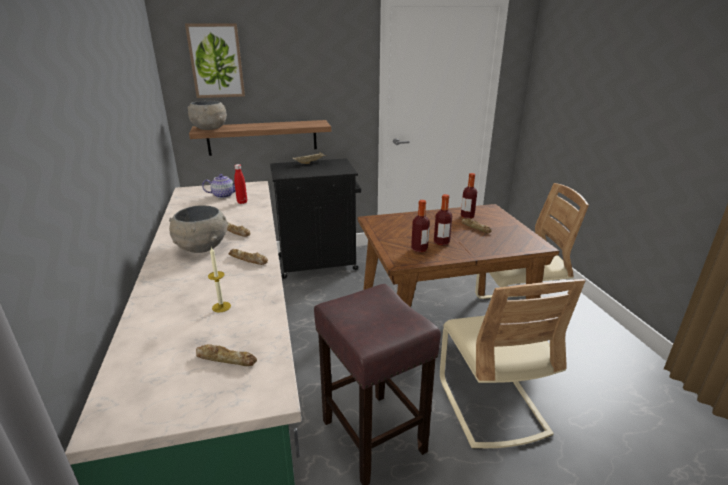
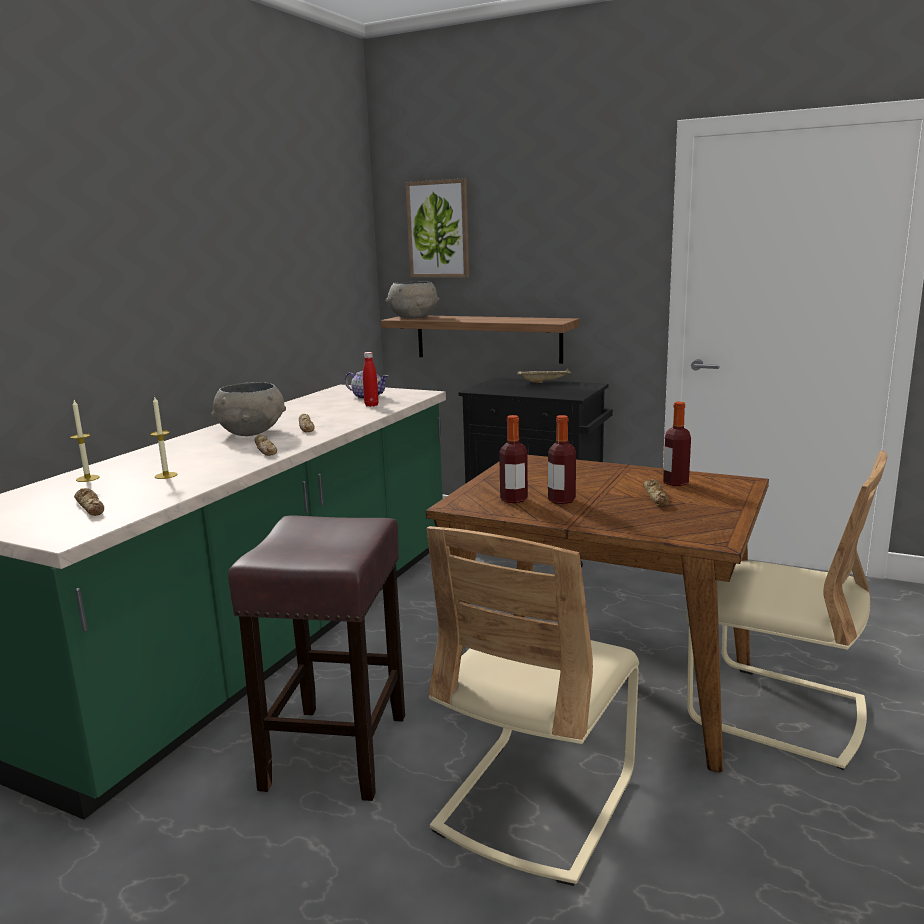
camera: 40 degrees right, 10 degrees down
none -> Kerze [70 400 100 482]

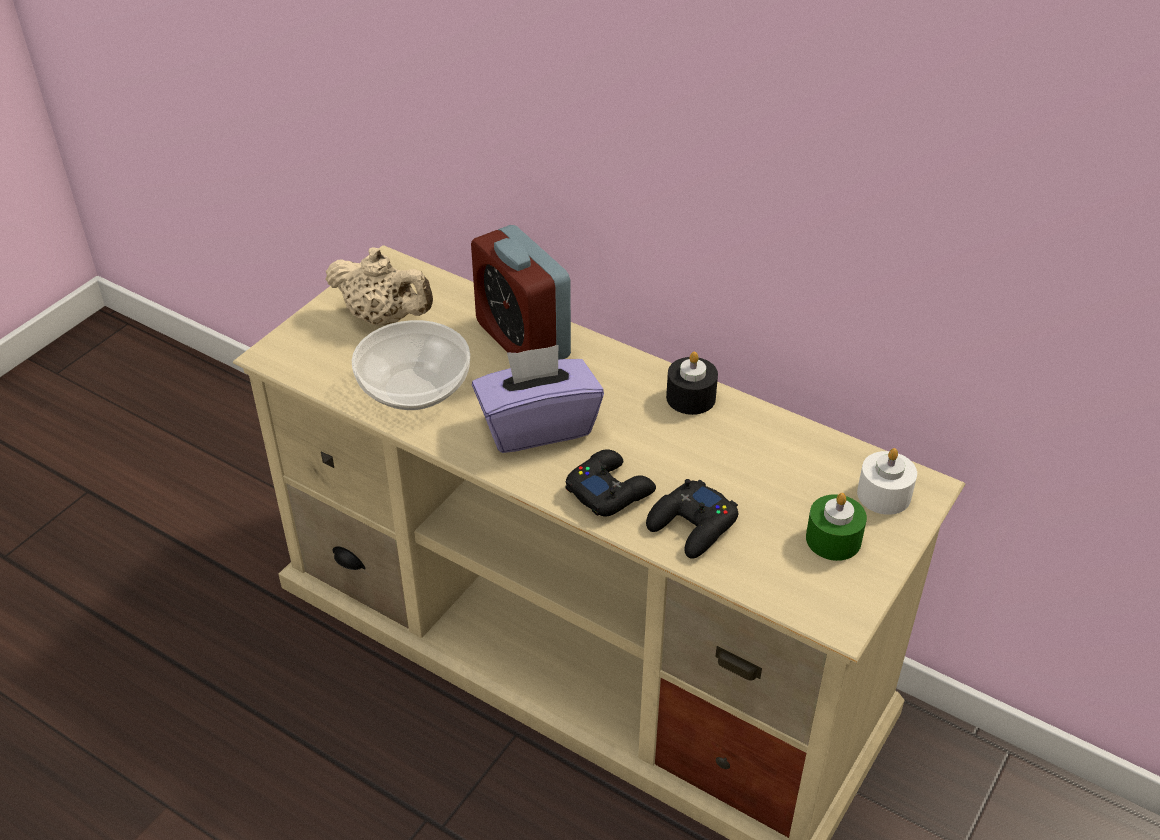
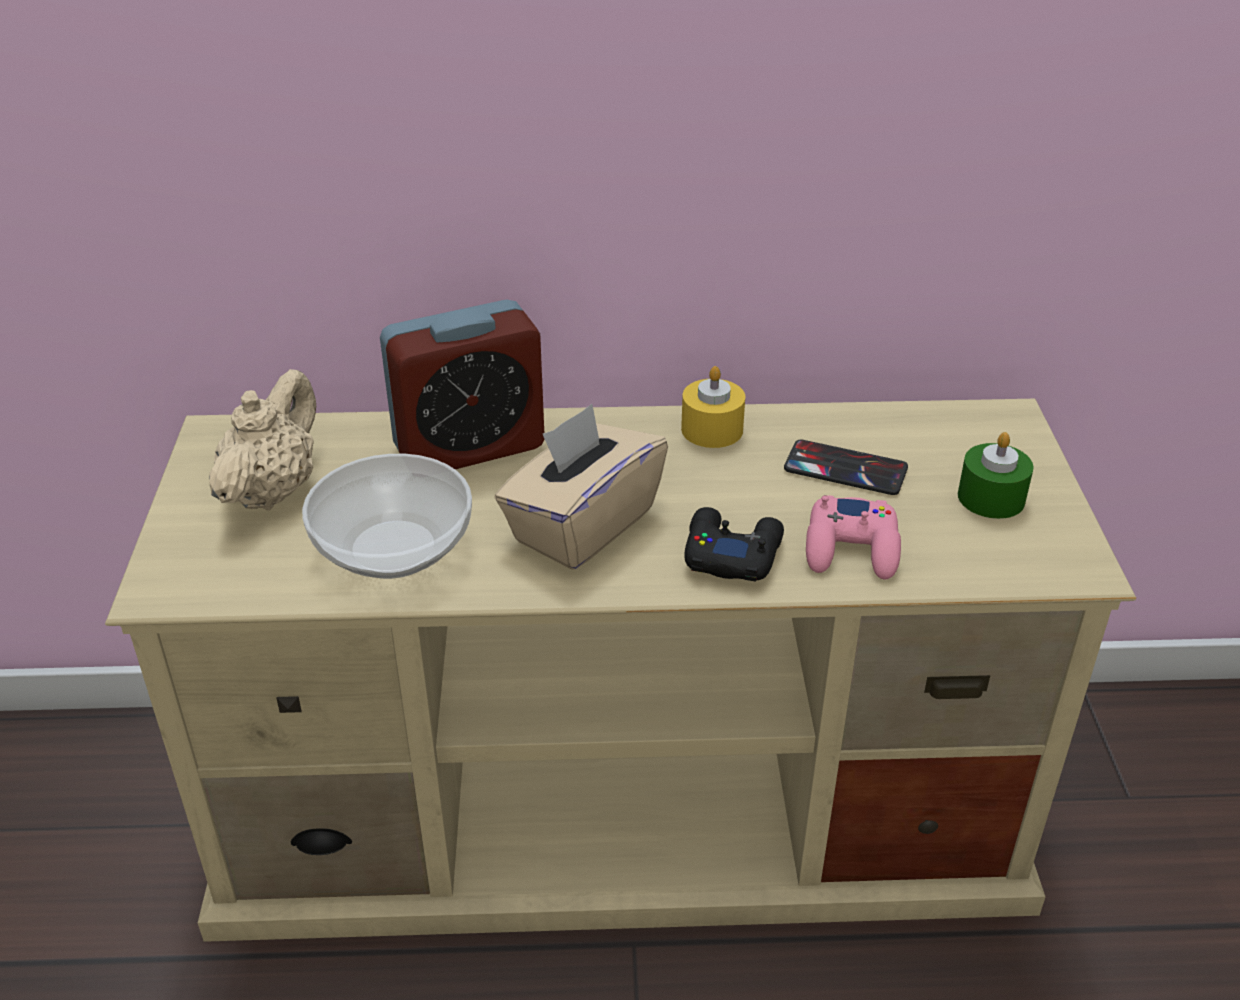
camera: 35 degrees left, 5 degrees down
Teekanne/beige [325 247 433 326] -> Teekanne/beige [209 369 316 510], 60 degrees counterclockwise
Wecker [471 225 571 360] -> Wecker [380 299 544 469], 45 degrees counterclockwise
Taschentuchbox/lila [472 345 604 453] -> Taschentuchbox/beige [494 404 668 570]
Gamepad/schwarz [646 479 738 558] -> Gamepad/rosa [806 495 901 580]
Kerze/schwarz [666 352 718 415] -> Kerze/gelb [681 366 745 448]
Kerze/weiß [857 448 917 515] -> none
none -> Handy [784 440 908 495]

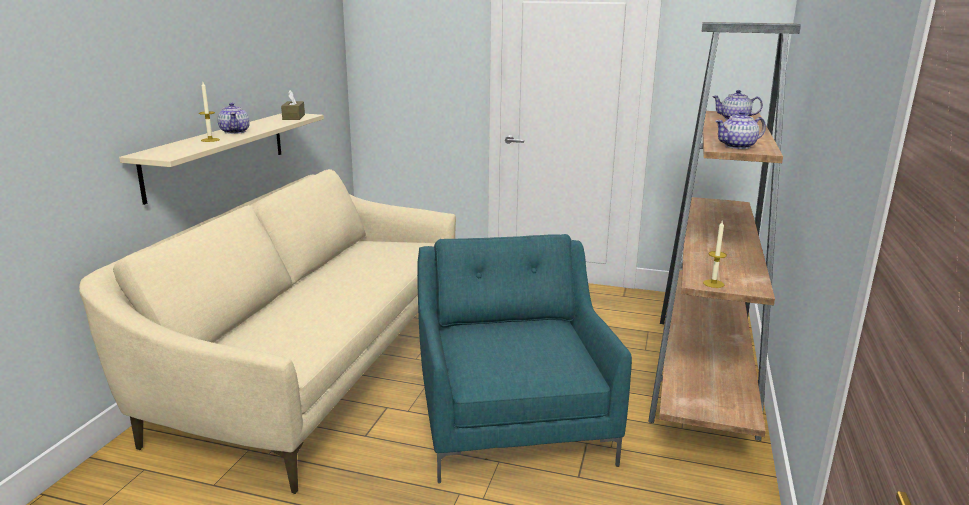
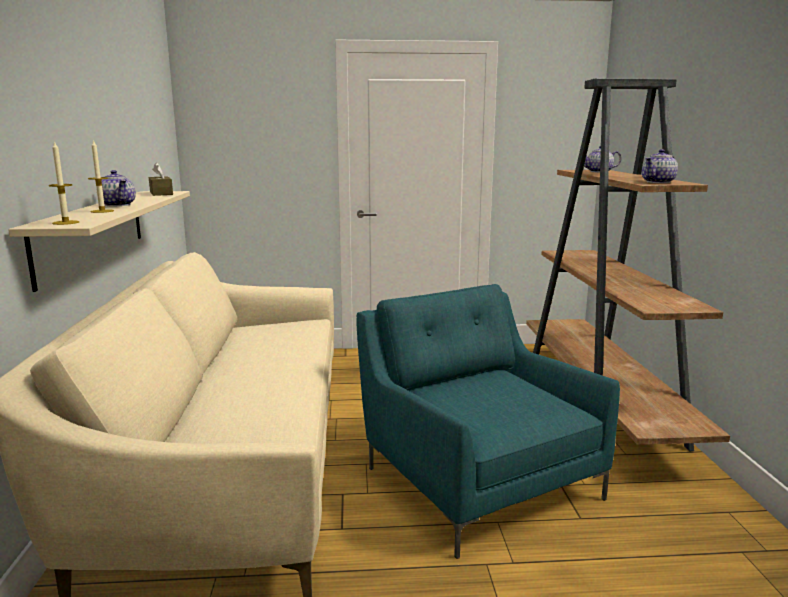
camera: 20 degrees left, 5 degrees down
Kerze [703 220 727 288] -> Kerze [49 141 79 225], shifted

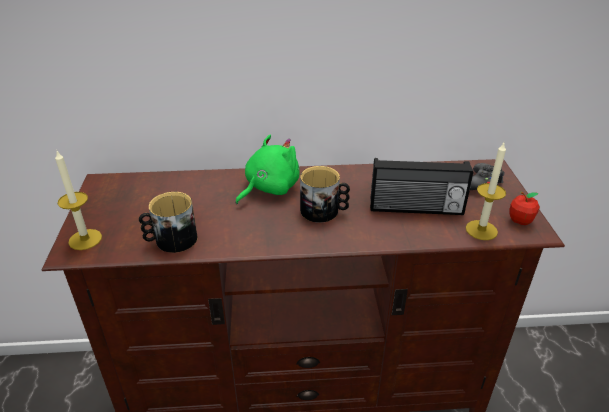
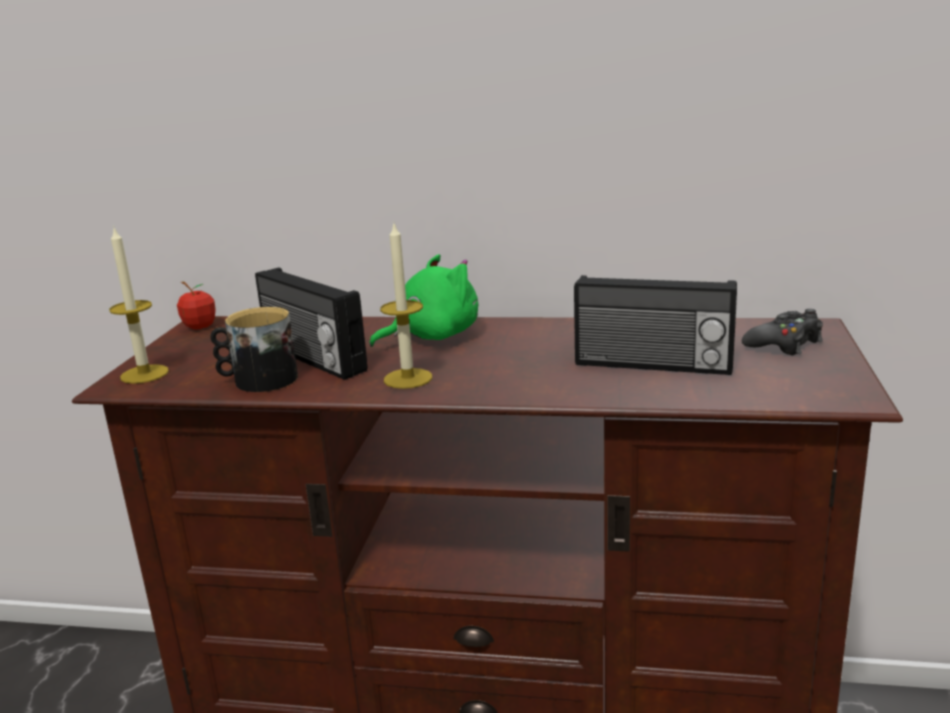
camera: 15 degrees right, 15 degrees down
Henkelbecher [300 166 350 223] -> none
Kerze [465 143 506 240] -> Kerze [380 224 432 389], shifted
Apfel [509 192 540 225] -> Apfel [177 281 216 330], shifted
none -> Radio [255 267 368 380]

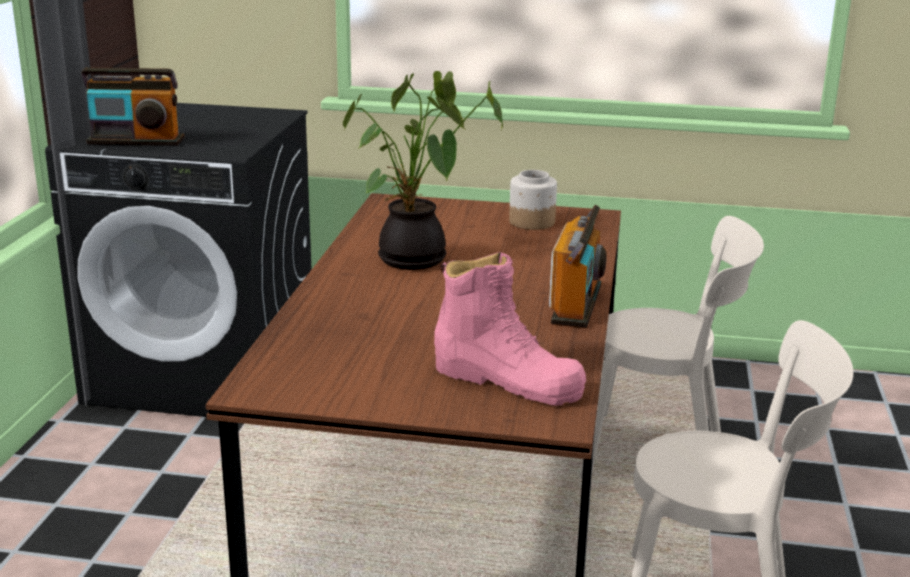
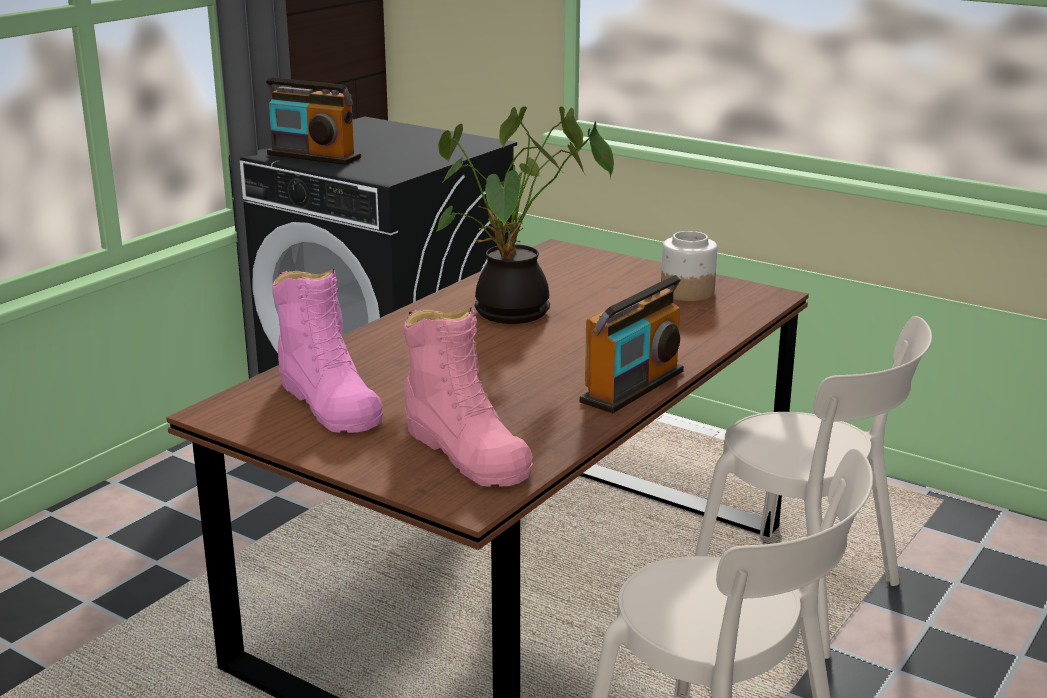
camera: 25 degrees right, 0 degrees up
none -> Stiefel/rosa [272 268 383 433]

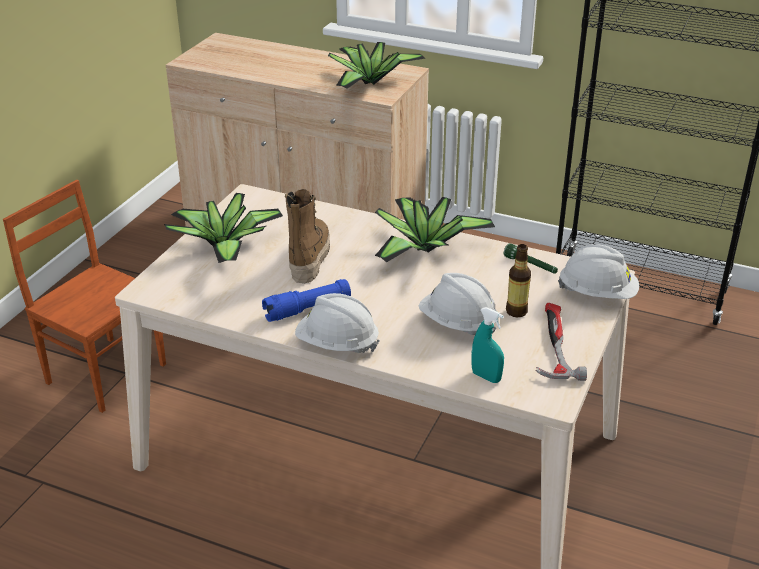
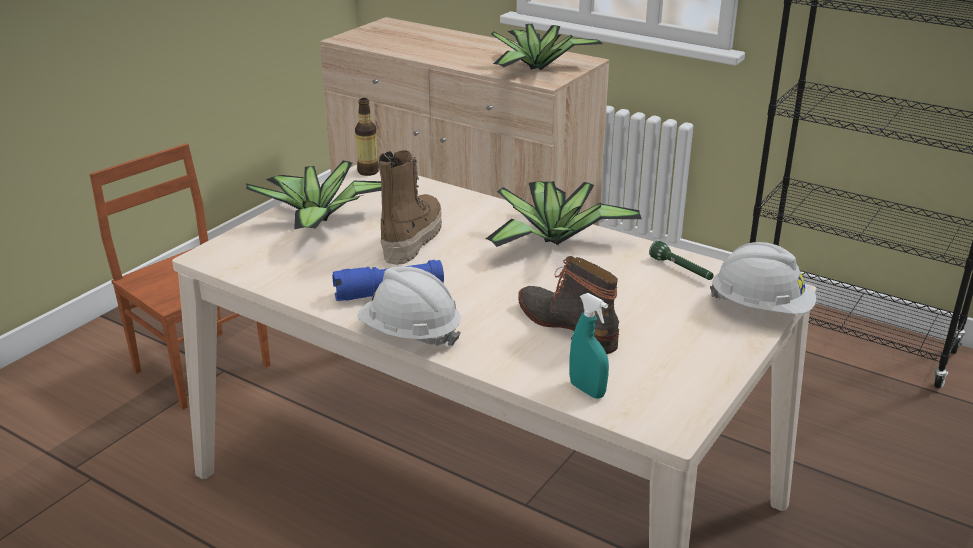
camera: 10 degrees right, 5 degrees down
Schutzhelm/weiß [419 273 496 335] -> Stiefel [518 256 619 354]
Flasche [506 244 531 317] -> Flasche [355 98 379 176], shifted
Hammer [536 303 587 381] -> none

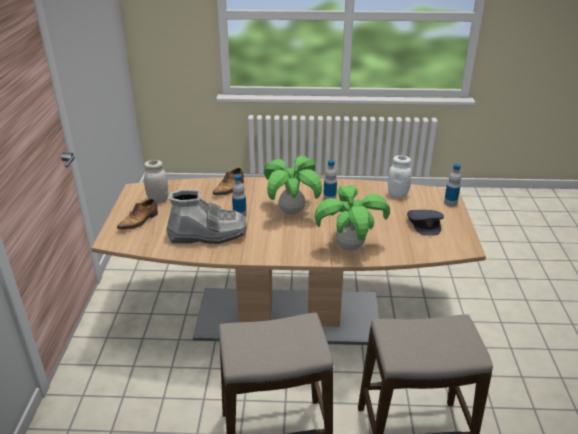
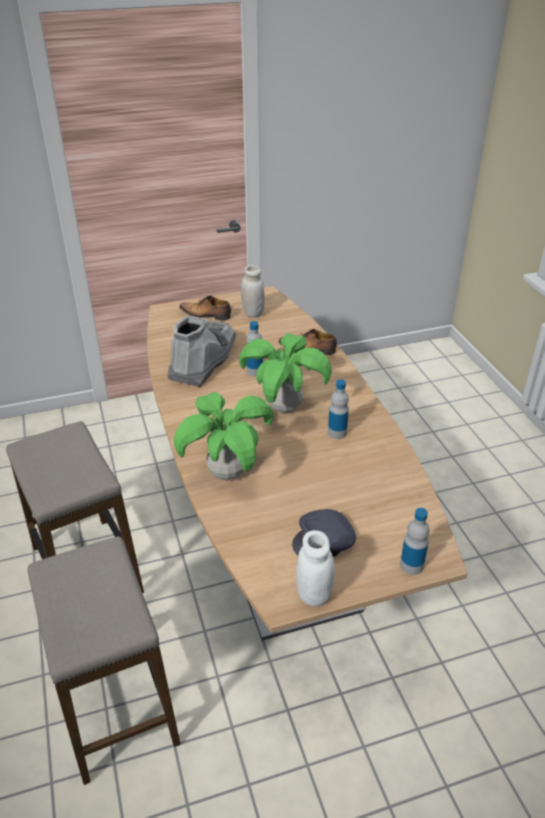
camera: 70 degrees right, 5 degrees up
Stiefel/grau [166 189 247 244] -> Stiefel/grau [167 315 236 387], 135 degrees counterclockwise
Vorratsglas/weiß [388 155 411 198] -> Vorratsglas/weiß [296 530 335 606], shifted

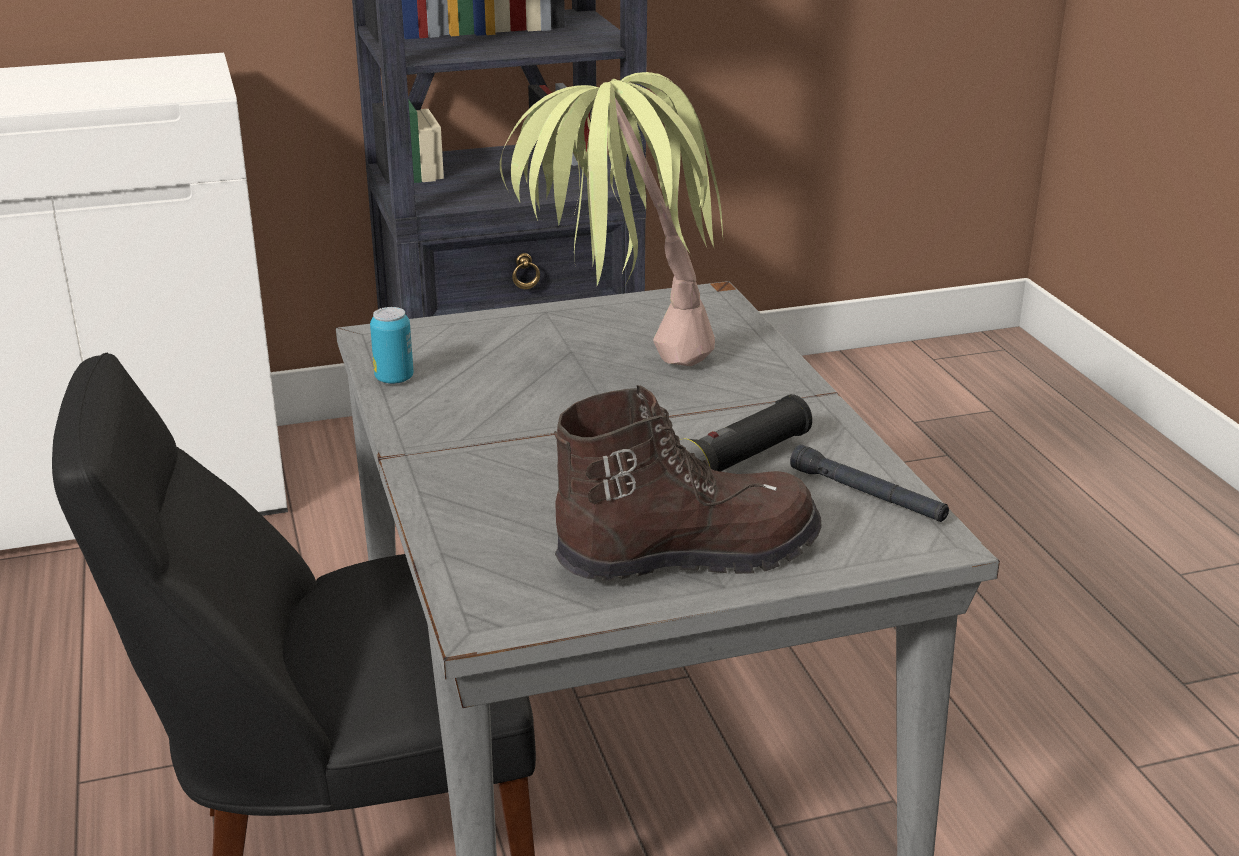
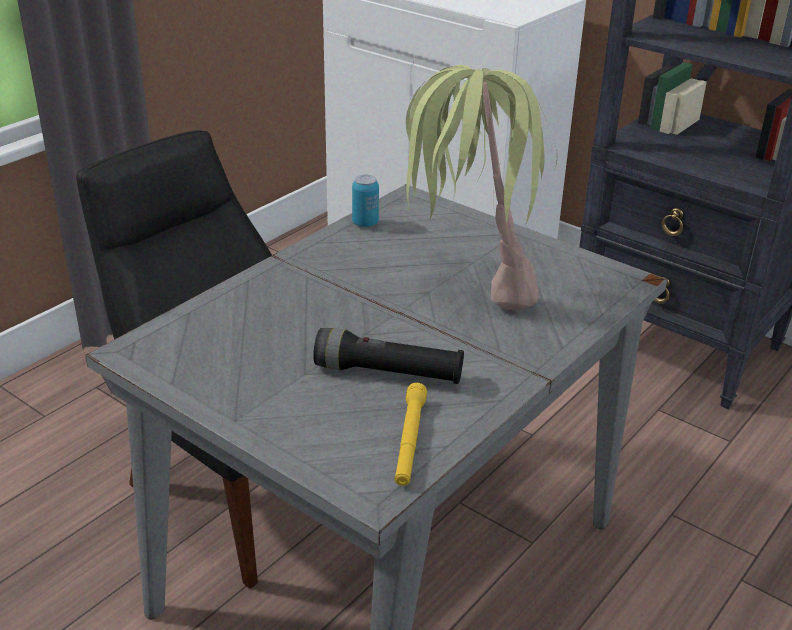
camera: 55 degrees right, 5 degrees up
Stiefel/braun [554 385 822 581] -> none
Taschenlampe/schwarz [790 445 949 522] -> Taschenlampe/gelb [395 383 427 486]

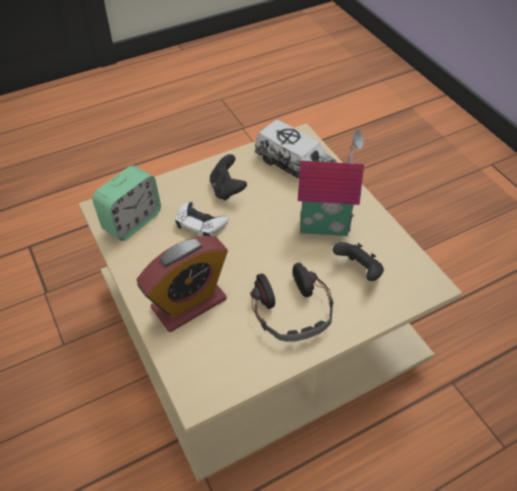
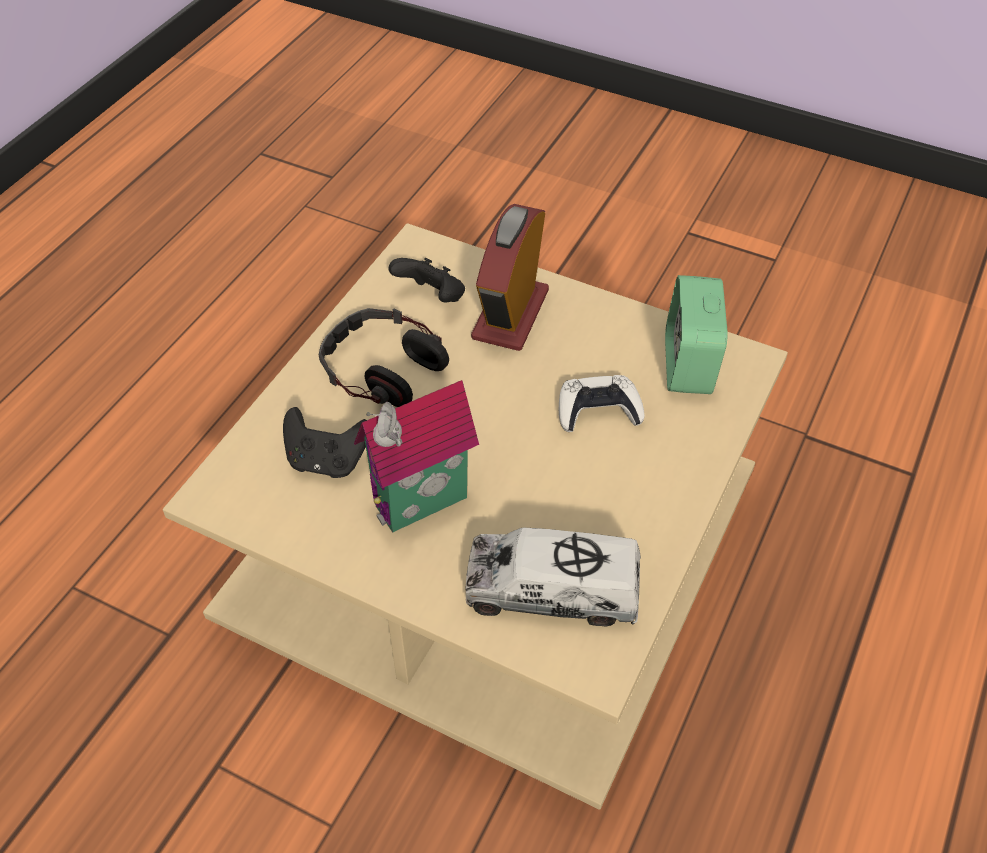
camera: 145 degrees right, 0 degrees up
Gamepad/schwarz [210 154 247 201] -> Gamepad/schwarz [389 258 465 302], shifted

